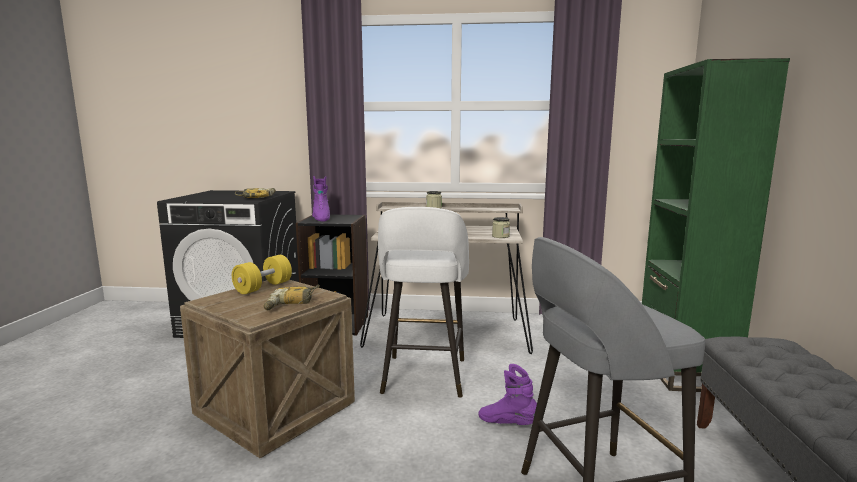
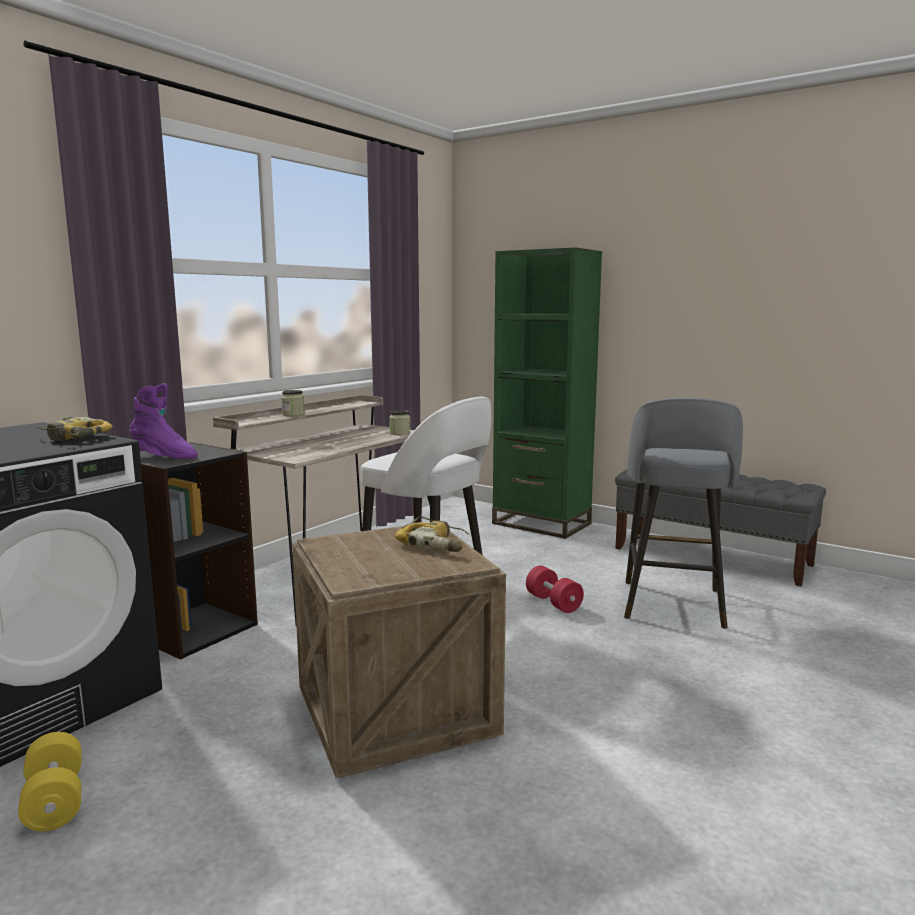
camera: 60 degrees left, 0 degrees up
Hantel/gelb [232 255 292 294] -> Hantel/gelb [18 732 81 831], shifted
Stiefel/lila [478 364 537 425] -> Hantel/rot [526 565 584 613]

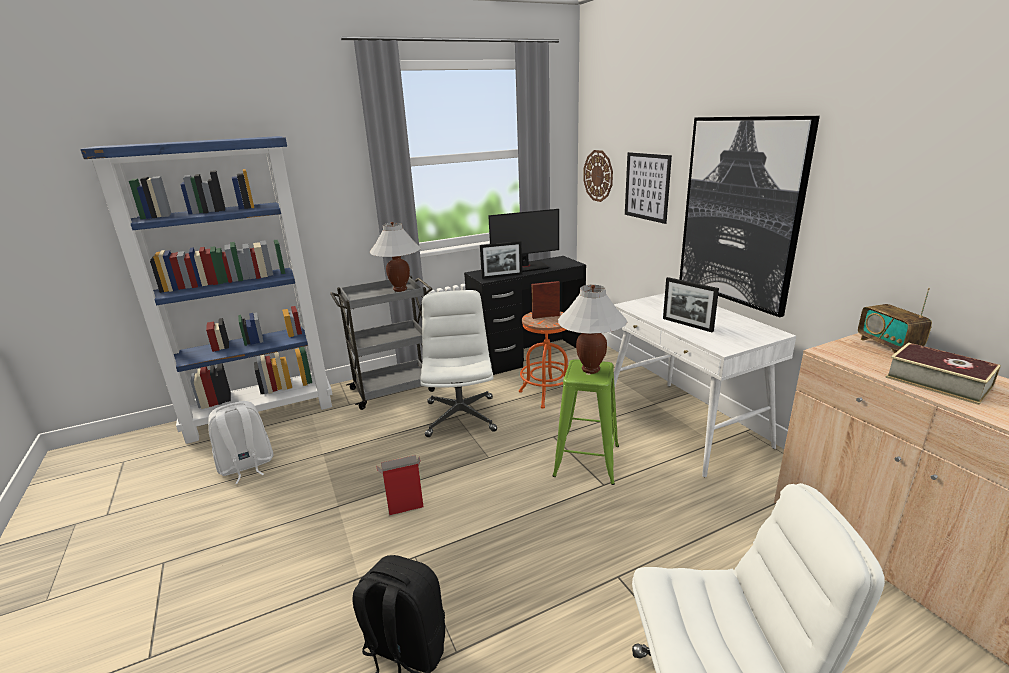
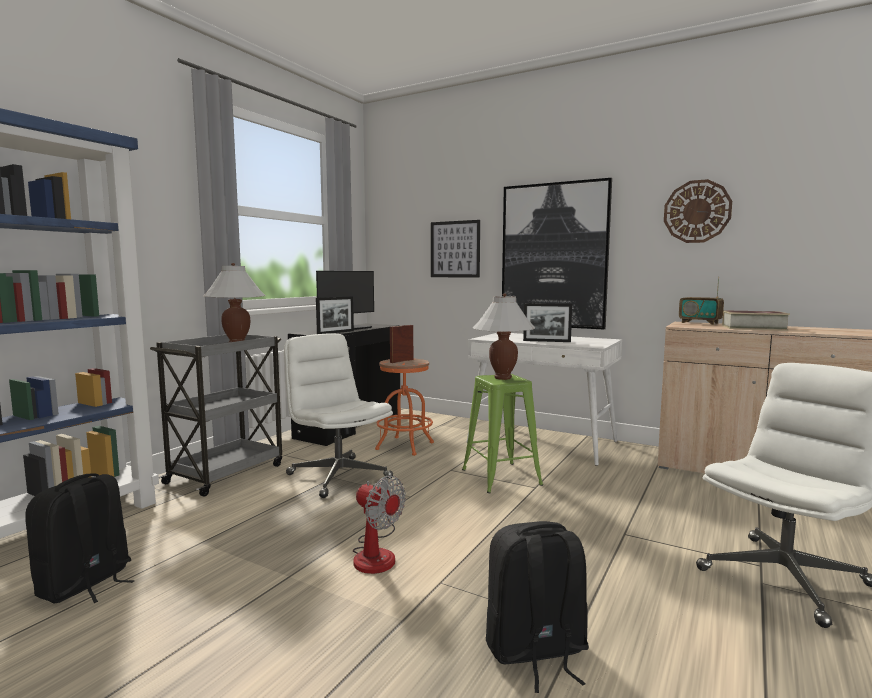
camera: 35 degrees left, 15 degrees down
Rucksack/weiß [208 401 273 484] -> Rucksack/schwarz [25 473 134 603]
Karton [377 455 423 516] -> Ventilator [353 476 406 574]
Wanduhr [583 150 613 202] -> Wanduhr [664 179 732 243], shifted

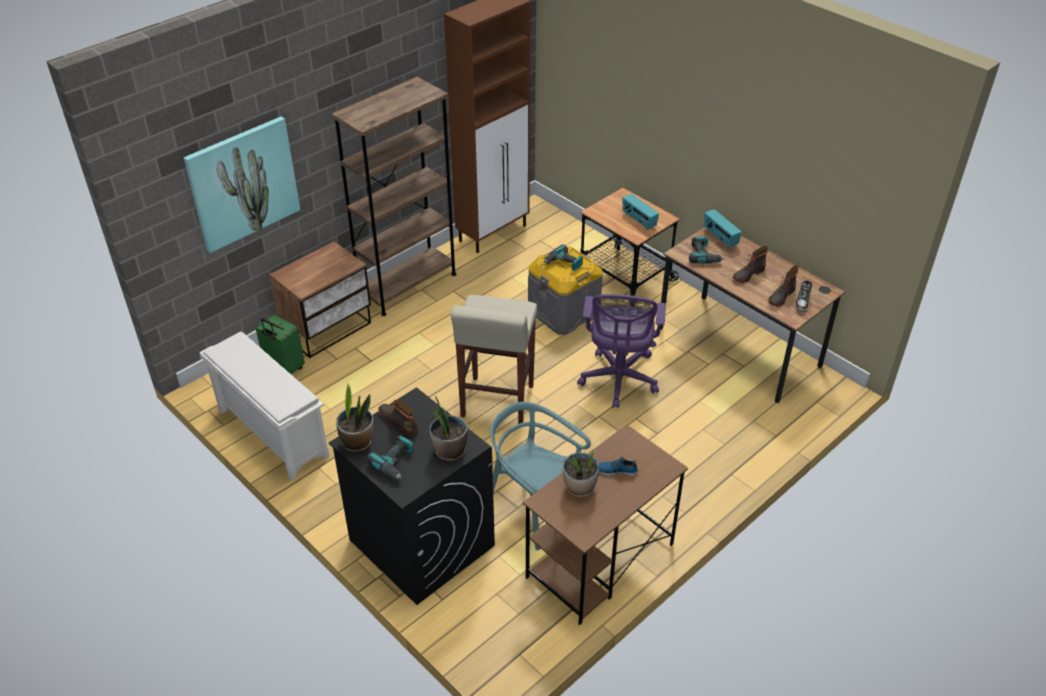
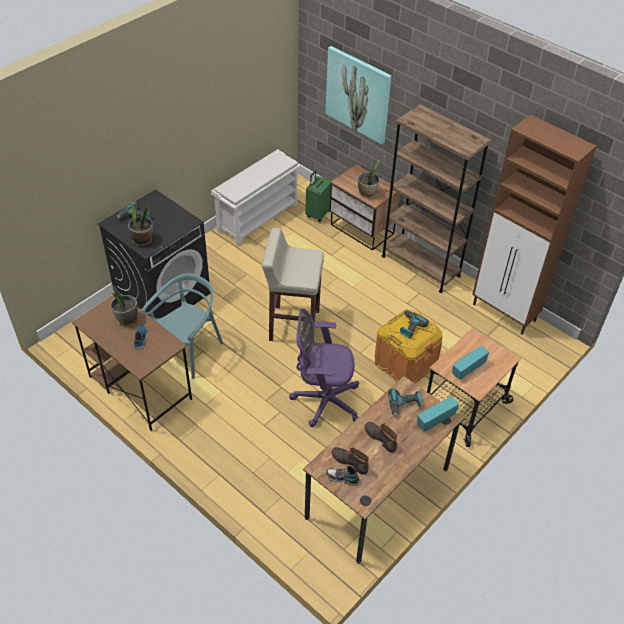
camera: 85 degrees right, 5 degrees up
Topfpflanze [336 383 373 452] -> Topfpflanze [358 160 380 198], shifted
Stiefel [378 400 418 437] -> none
Aufbewahrungsbox/grau [528 246 603 335] -> Aufbewahrungsbox/orange [375 310 443 384]

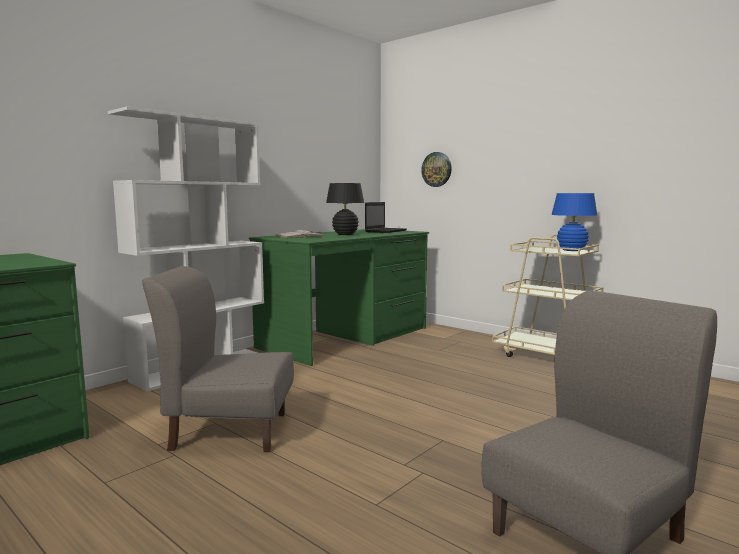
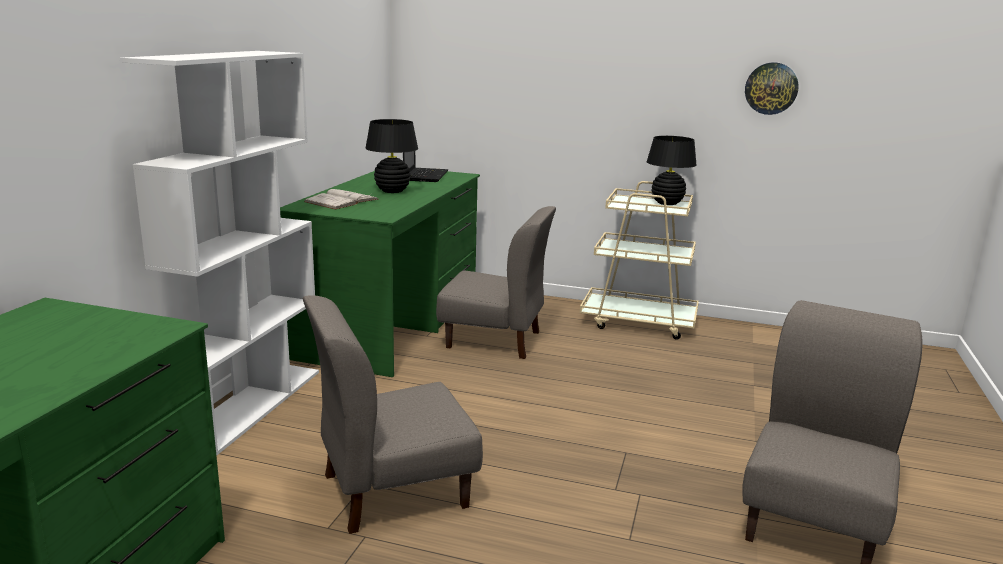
camera: 25 degrees left, 10 degrees up
Wanduhr [421 152 452 187] -> Wanduhr [745 62 799 115], shifted
Tischlampe/blau [551 193 597 251] -> Tischlampe/schwarz [647 136 697 205]
none -> Stuhl/grau [436 206 556 359]

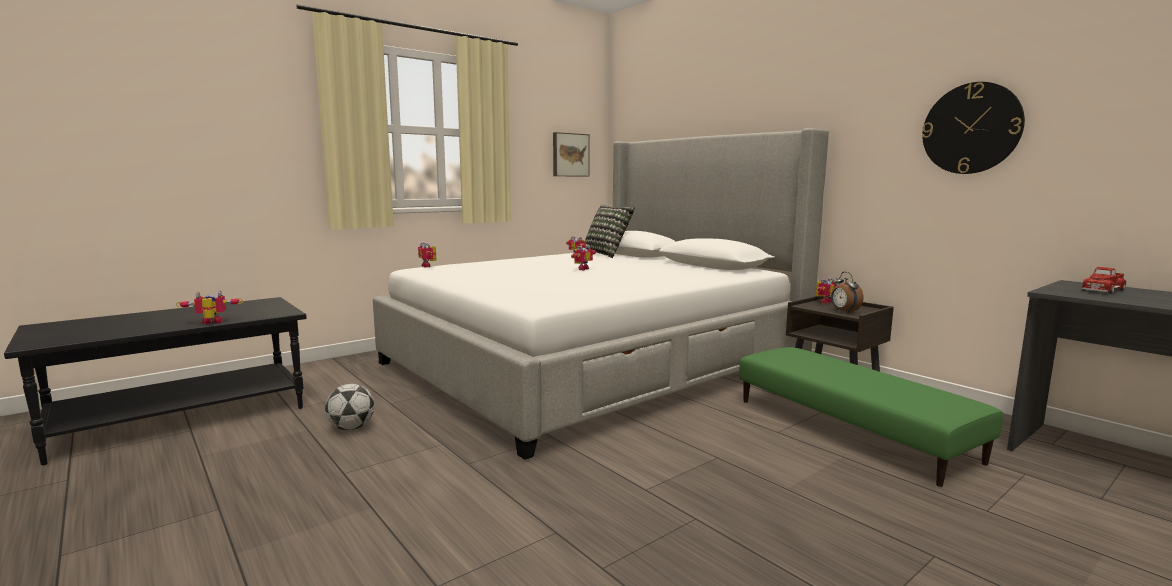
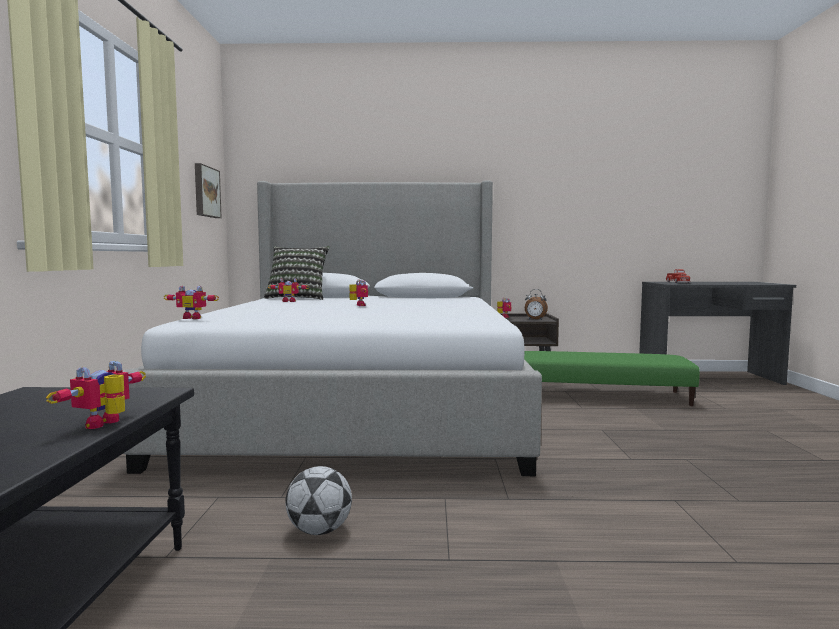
camera: 50 degrees left, 5 degrees down
Wanduhr [922 82 1025 174] -> none

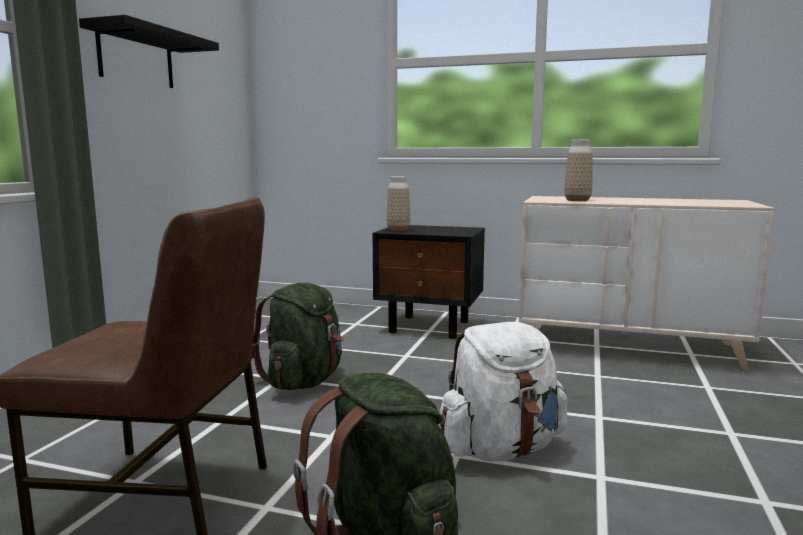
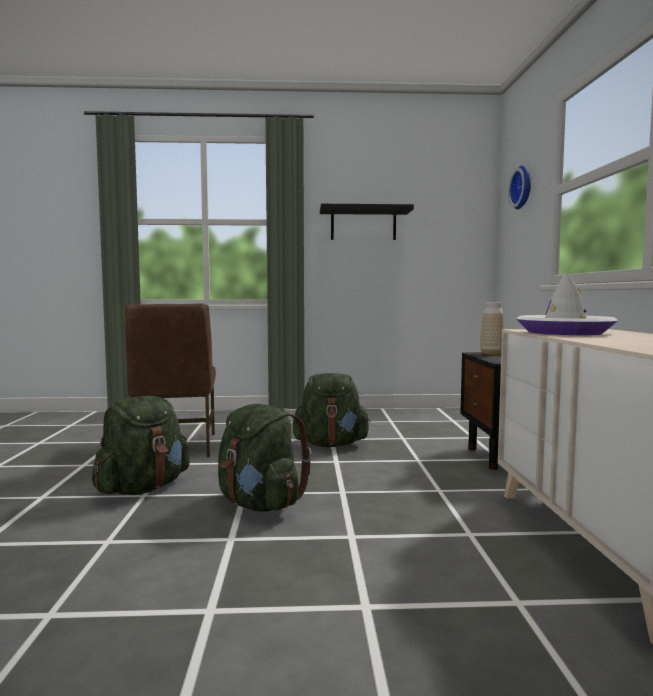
camera: 70 degrees right, 5 degrees down
Rucksack/weiß [437 322 567 462] -> Rucksack/grün [218 404 312 512]
Vase [564 140 593 201] -> Hut/weiß [516 271 618 335]
none -> Wanduhr [508 166 531 209]

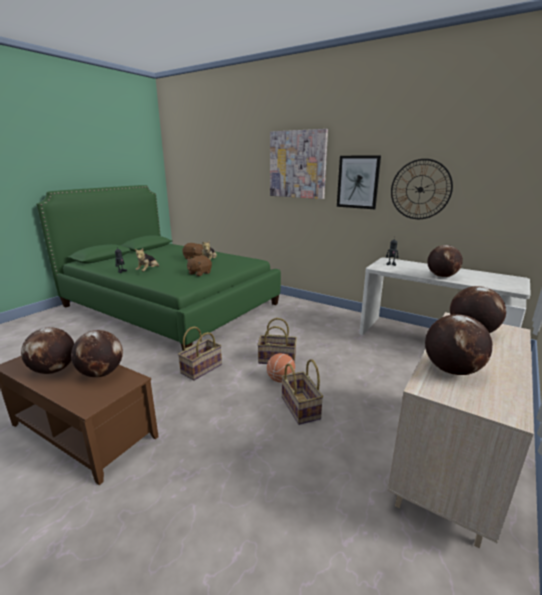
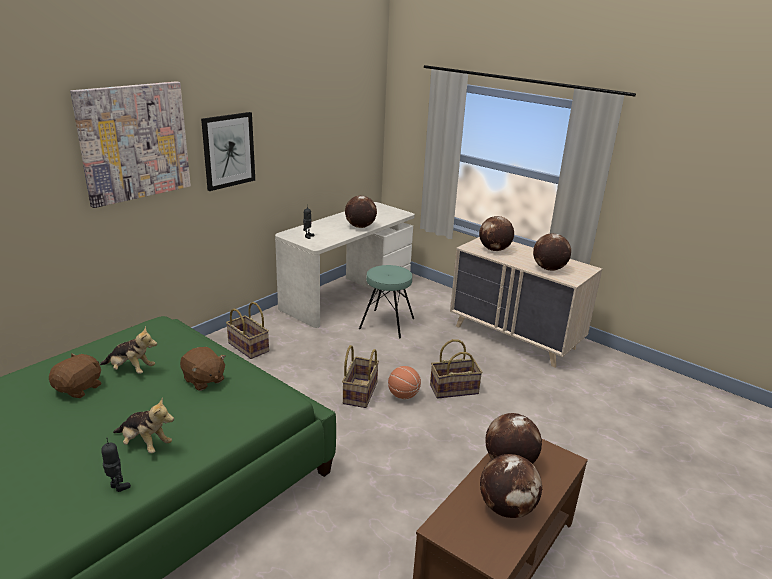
camera: 85 degrees left, 5 degrees up
Korb [178 326 222 381] -> Korb [226 302 269 359], shifted
Wanduhr [391 159 453 219] -> none
none -> Hocker/türkis [359 265 414 338]

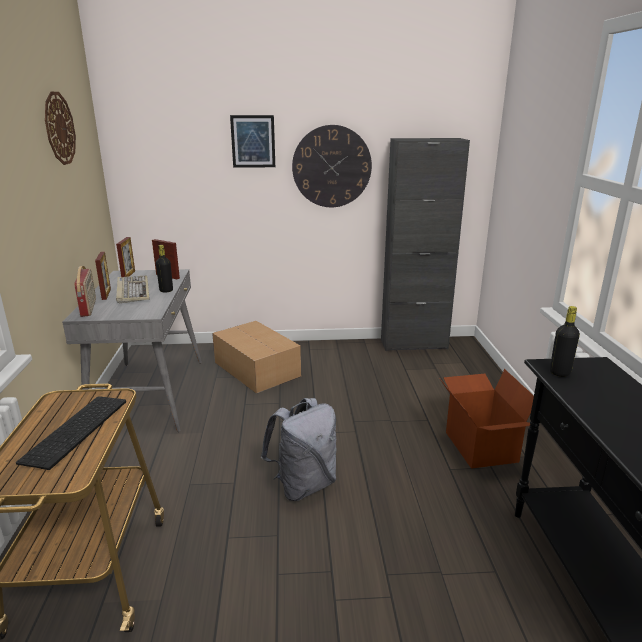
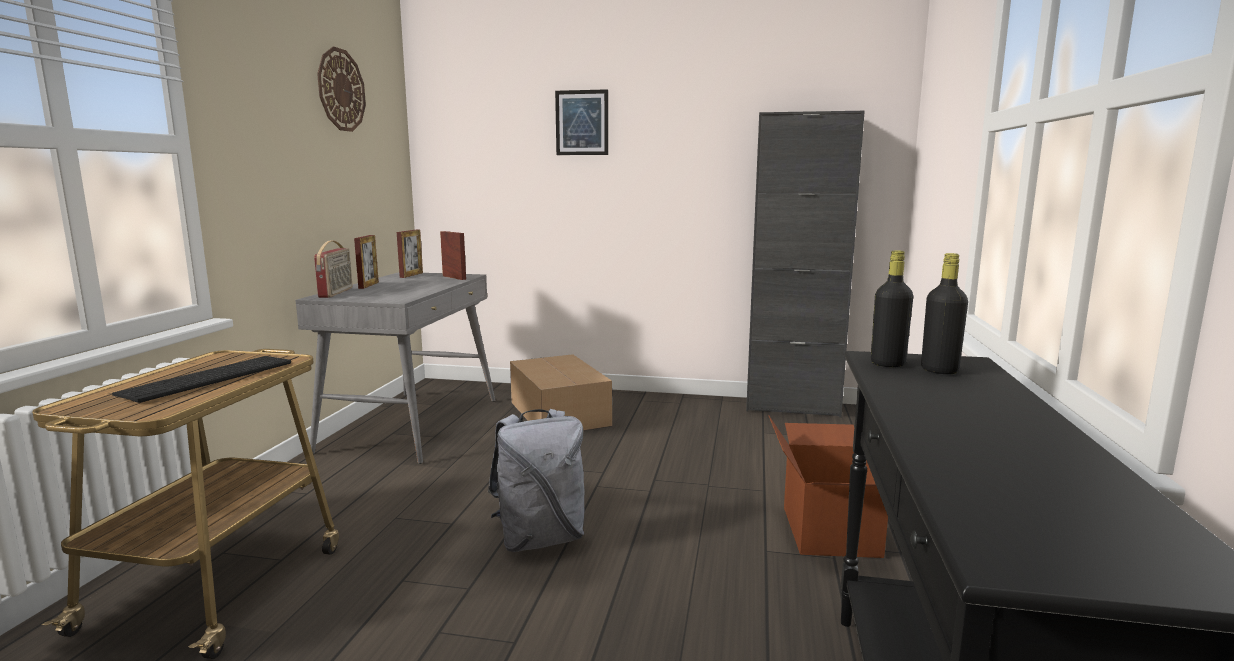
camera: 15 degrees right, 10 degrees down
Tastatur [116 276 150 303] -> none
Flasche/schwarz [156 245 173 292] -> Flasche/schwarz [921 253 968 374], shifted
Wanduhr [292 125 372 207] -> none

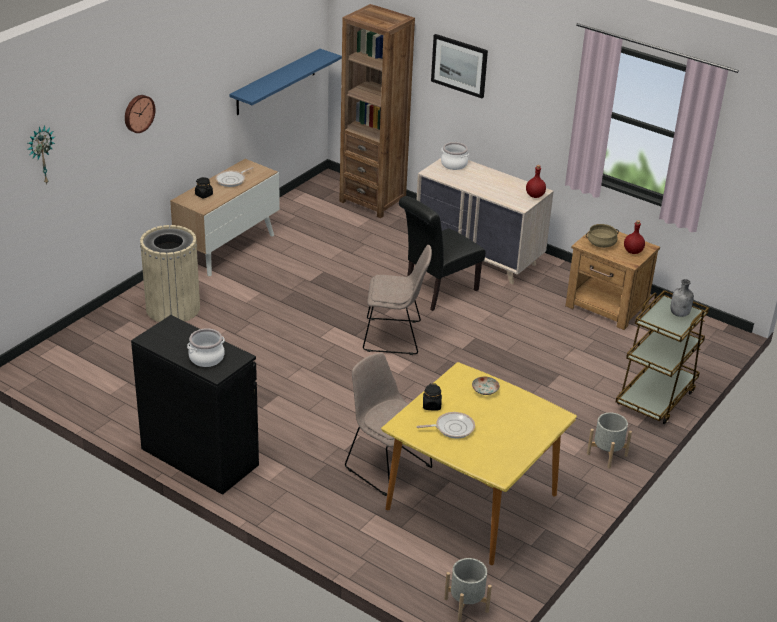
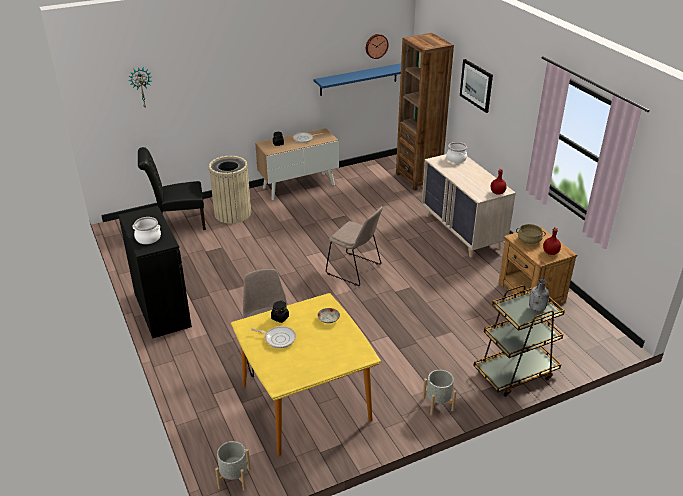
camera: 30 degrees right, 0 degrees up
Wanduhr [125 95 155 133] -> Wanduhr [366 34 389 59], shifted
Stuhl/schwarz [399 196 486 311] -> Stuhl/schwarz [138 147 206 230], shifted

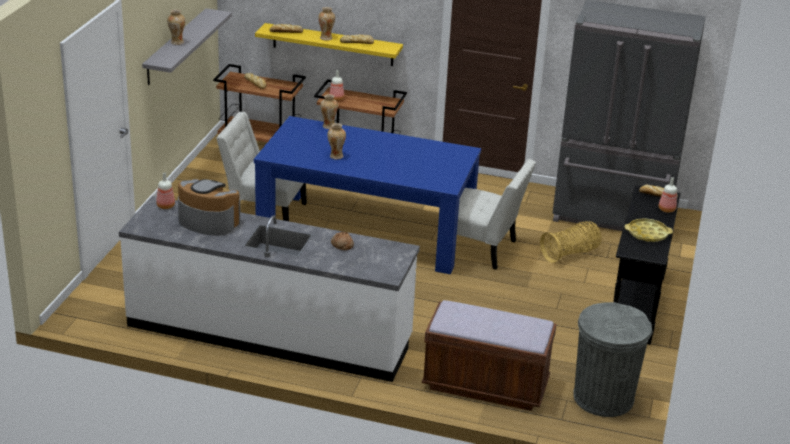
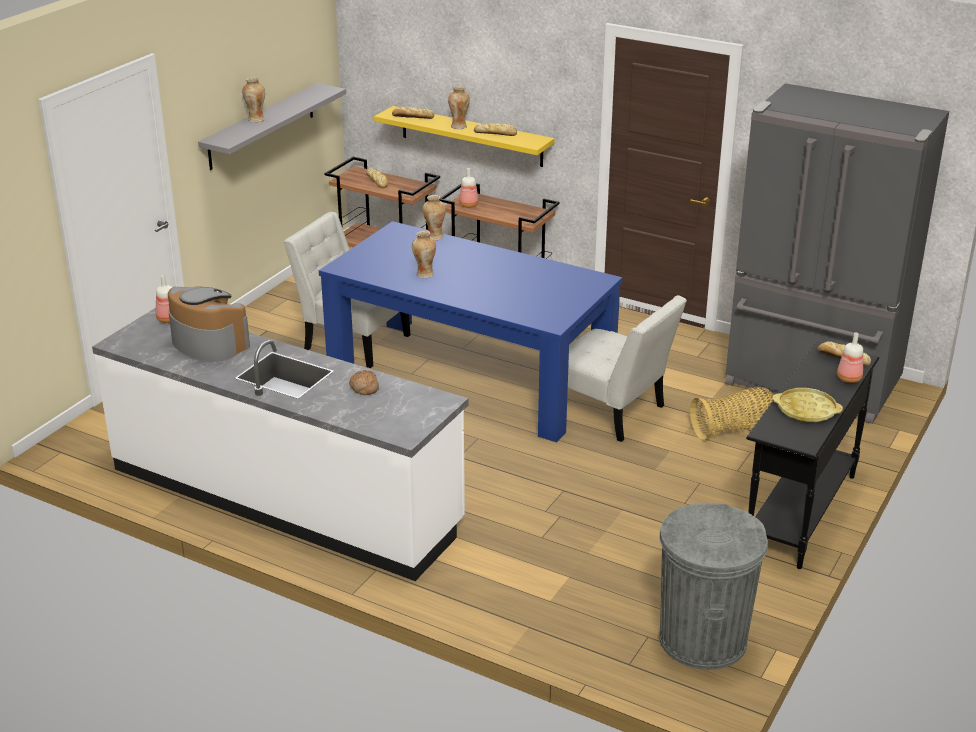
camera: 15 degrees right, 0 degrees up
Bank/braun [422 300 556 411] -> none

